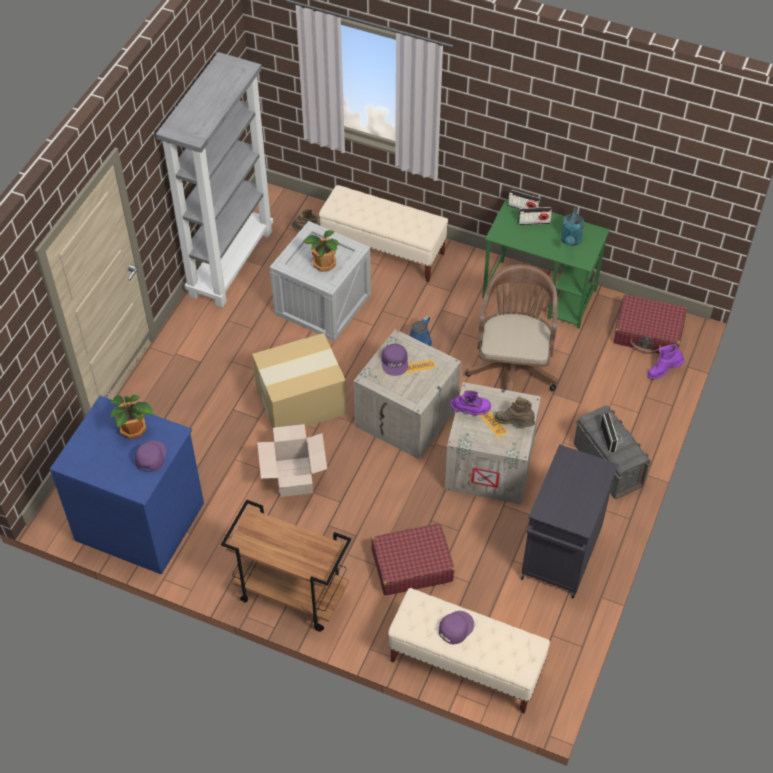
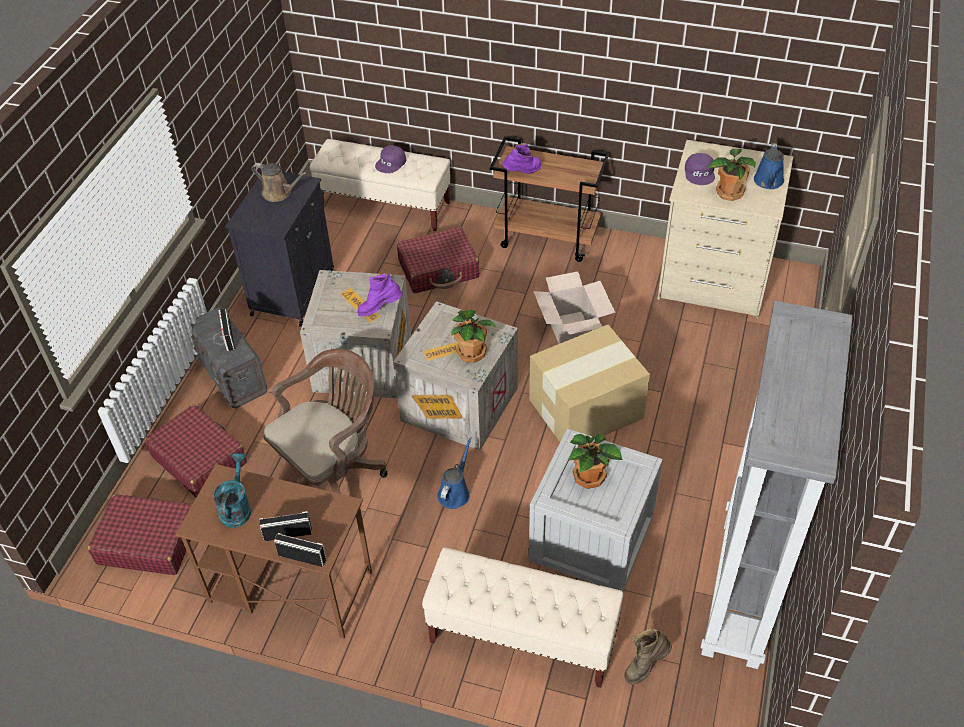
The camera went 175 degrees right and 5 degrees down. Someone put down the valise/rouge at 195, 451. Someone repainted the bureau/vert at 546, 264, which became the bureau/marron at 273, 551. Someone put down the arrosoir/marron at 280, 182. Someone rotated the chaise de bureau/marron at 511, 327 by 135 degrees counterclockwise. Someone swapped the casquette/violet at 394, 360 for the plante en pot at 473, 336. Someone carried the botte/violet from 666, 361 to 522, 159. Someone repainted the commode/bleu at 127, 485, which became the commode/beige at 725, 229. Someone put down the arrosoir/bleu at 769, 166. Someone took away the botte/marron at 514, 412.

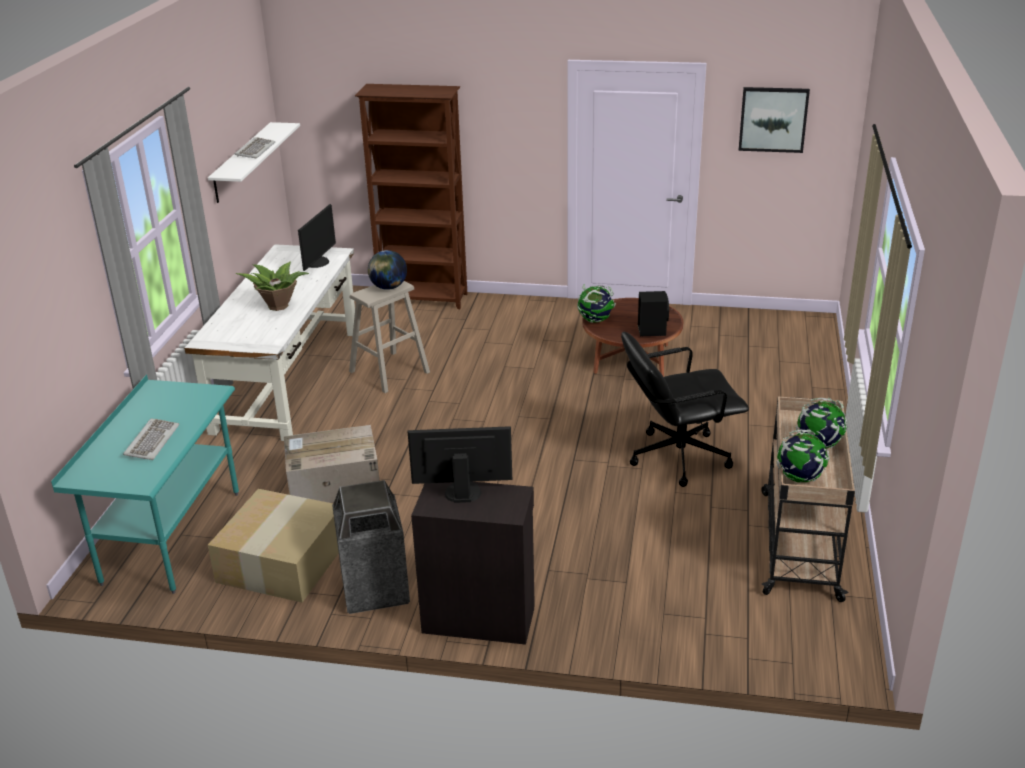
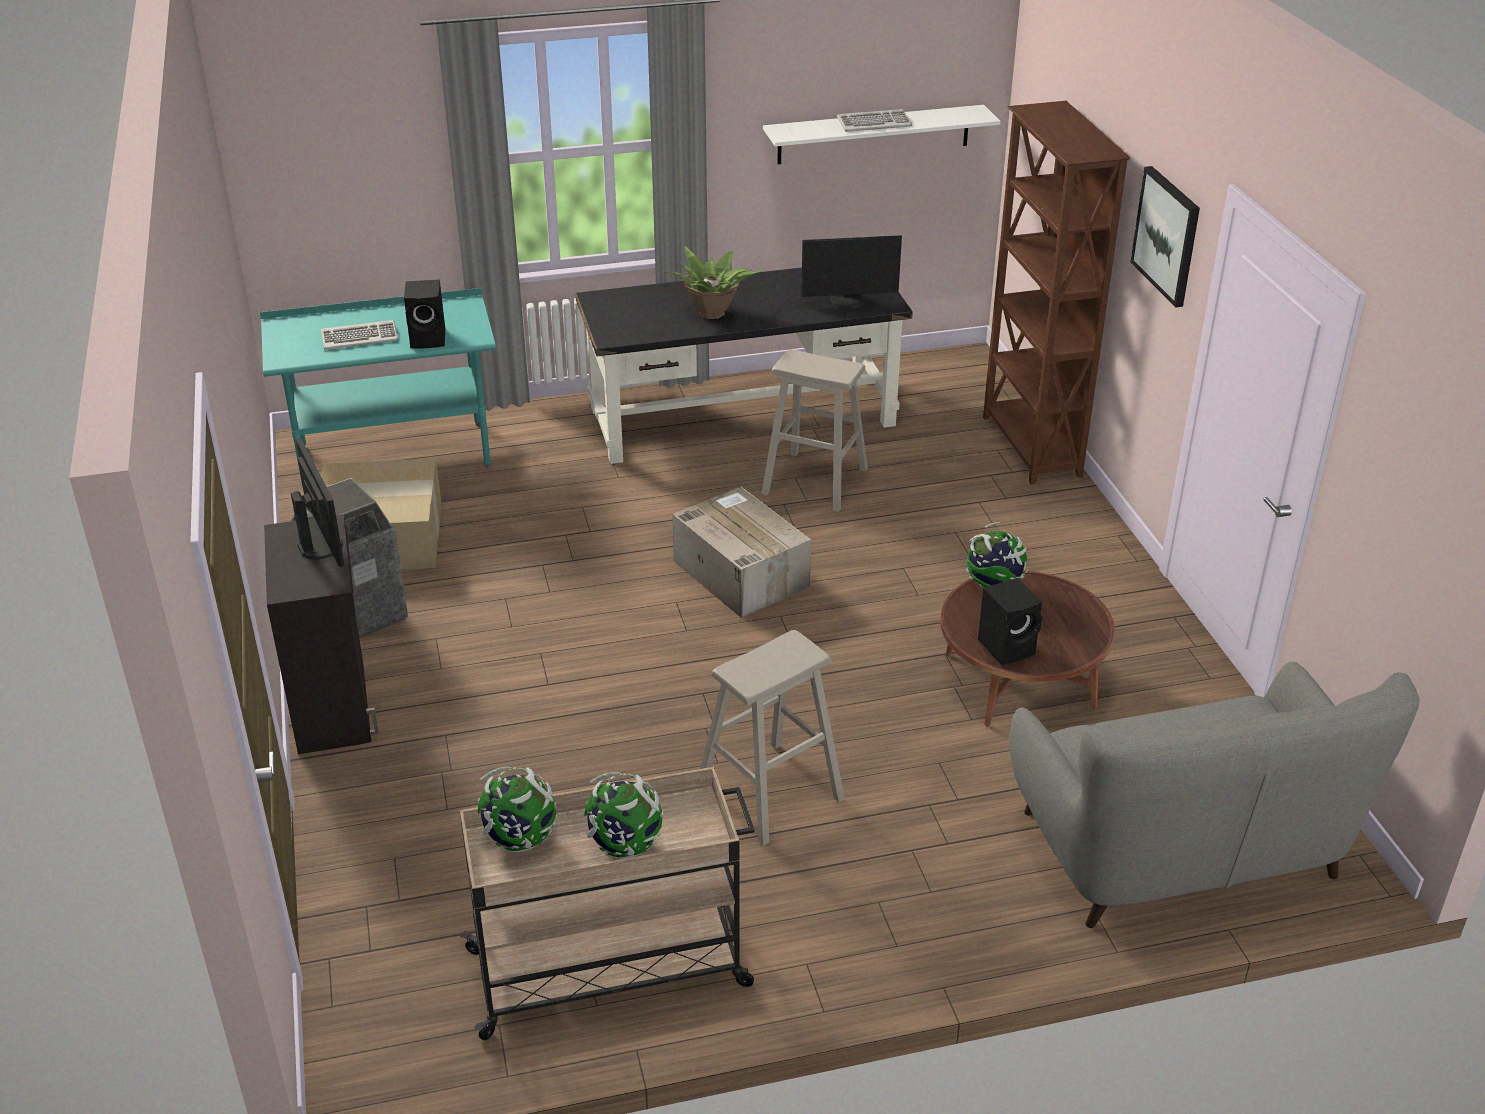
The camera went 65 degrees right and 5 degrees up. Someone put down the enceinte/noir at 424, 314. Someone repainted the bureau/blanc at 269, 342, which became the bureau/noir at 744, 365. Someone carried the carton from 331, 464 to 741, 552. Someone swapped the chaise de bureau/noir at 685, 409 for the tabouret/beige at 772, 738. Someone put down the canapé/gris at 1214, 795. Someone carried the tableau from 774, 120 to 1165, 237. Someone took away the globe at 387, 270.

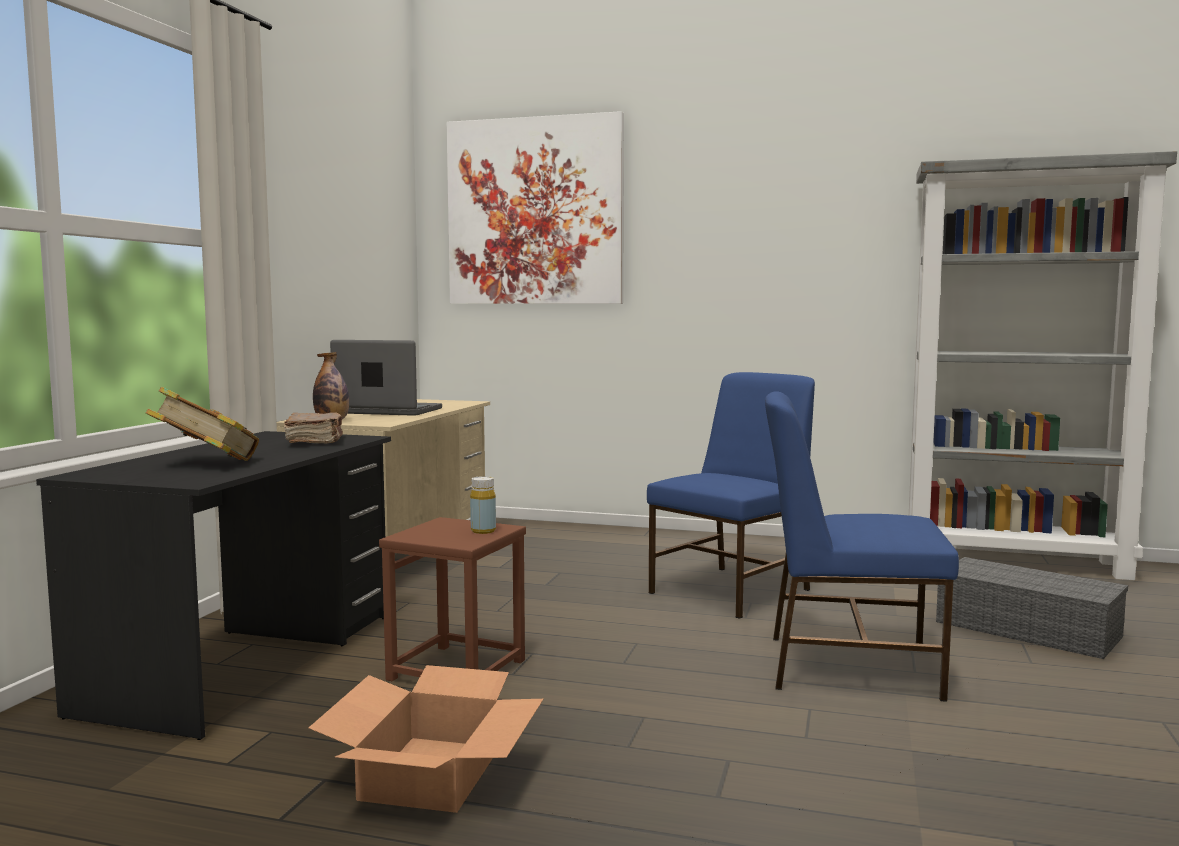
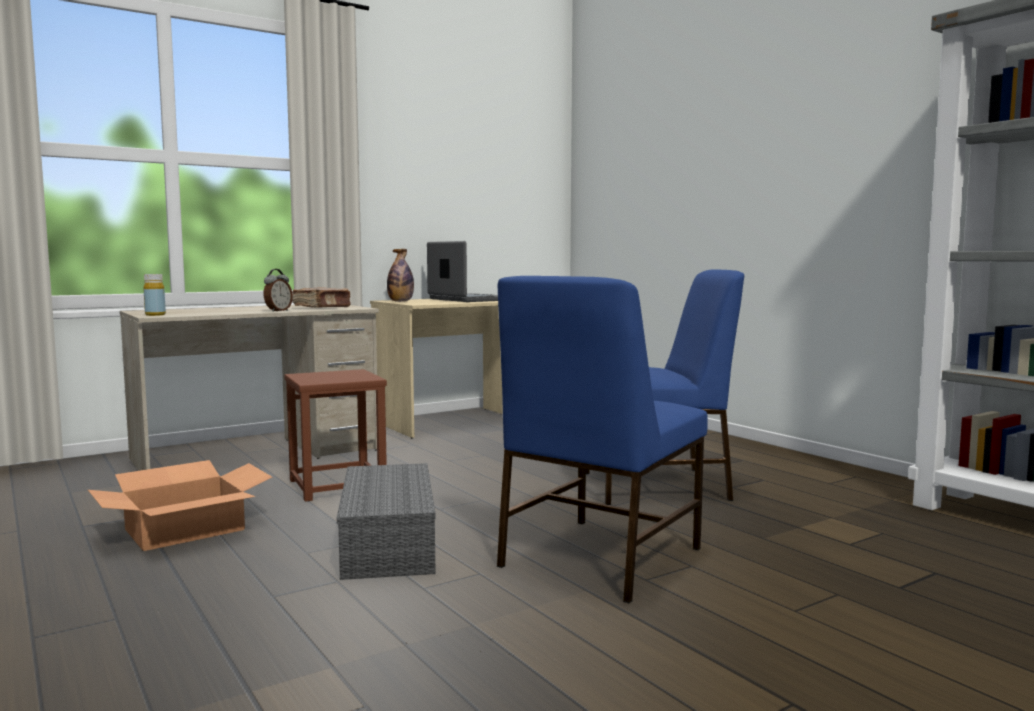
The camera went 40 degrees right and 0 degrees up. Someone repainted the bureau/noir at 213, 585, which became the bureau/beige at 249, 388. Someone carried the bouteille/jaune from 483, 505 to 154, 295. Someone put down the réveil at 278, 290. Someone carried the boîte de rangement/gris from 1032, 608 to 386, 521. Someone rotated the chaise/bleu at 862, 546 by 105 degrees counterclockwise. Someone took away the livre at 202, 424. Someone took away the tableau at 535, 207.

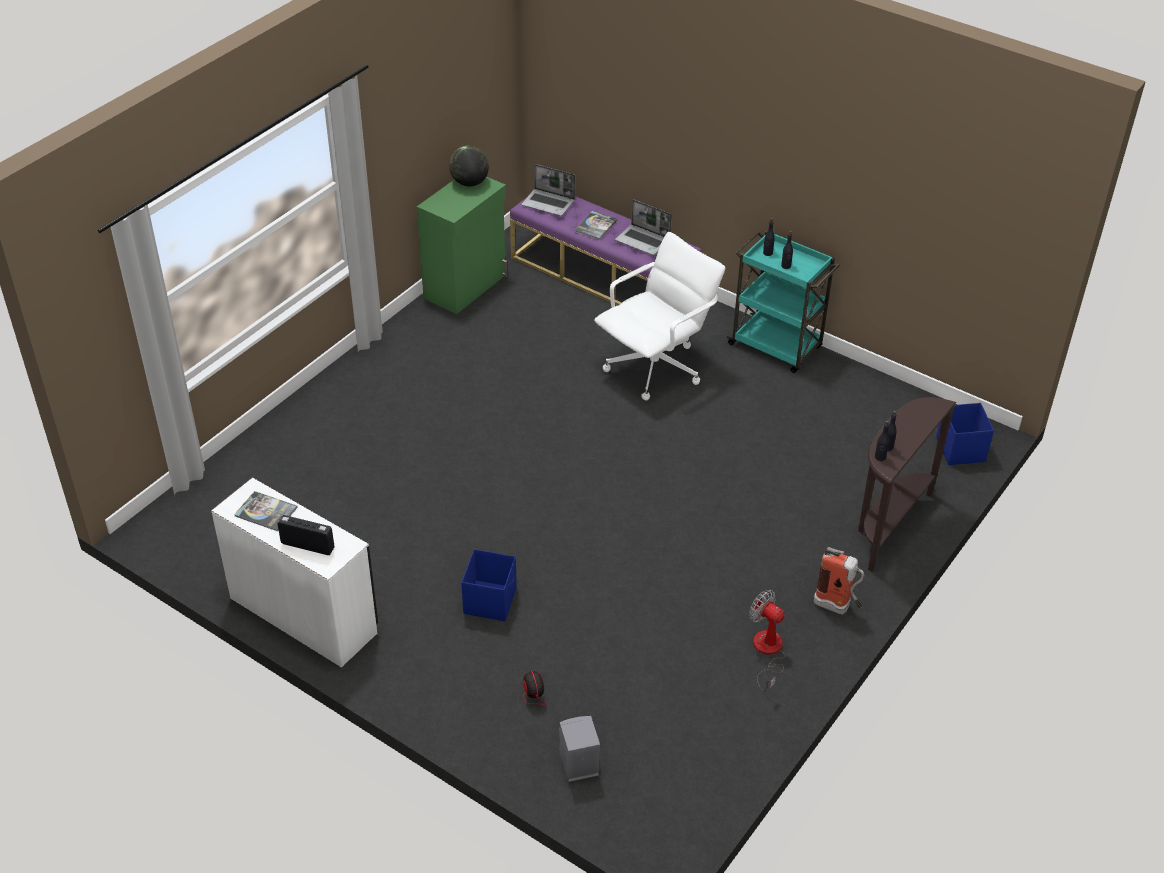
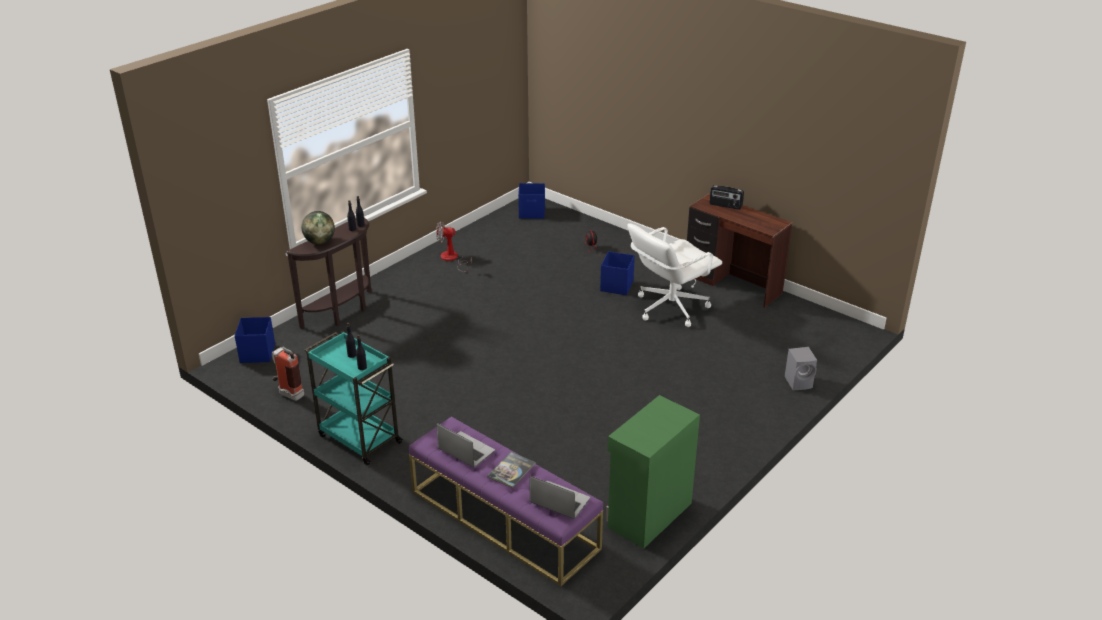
The camera went 175 degrees left and 10 degrees down. Someone carried the extincteur from 839, 581 to 288, 374. Someone carried the globe from 469, 166 to 318, 228. Someone rotated the ventilateur at 767, 641 by 135 degrees clockwise. Someone put down the boîte de rangement/bleu at 531, 201. Someone carried the chaise de bureau/blanc from 659, 316 to 674, 275. Someone repainted the bureau/blanc at 294, 573, which became the bureau/marron at 739, 251. Someone carried the enceinte/gris from 579, 749 to 801, 368. Someone took away the livre at 266, 511.

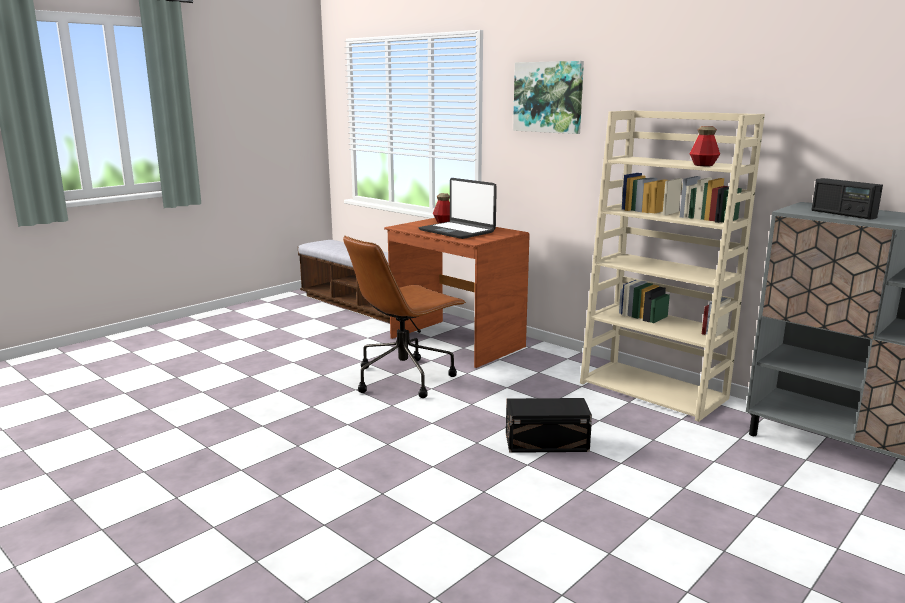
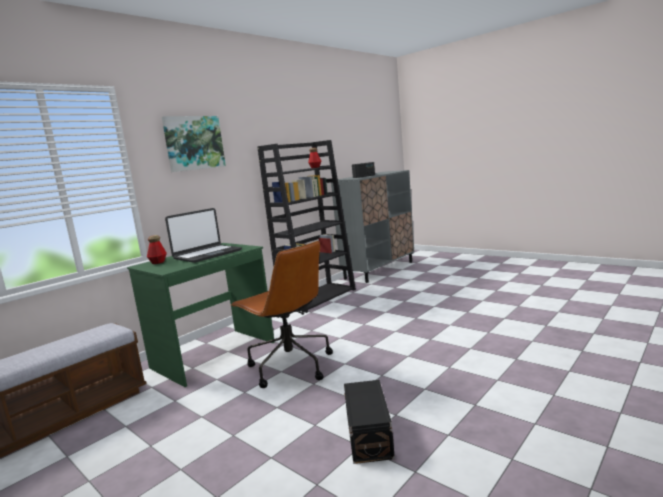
The camera went 90 degrees left and 5 degrees down. Someone repainted the bureau/marron at 457, 293, which became the bureau/vert at 201, 315. Someone repainted the bibliothèque/beige at 672, 266, which became the bibliothèque/noir at 306, 226. Someone carried the boîte de rangement/noir from 549, 425 to 369, 422.

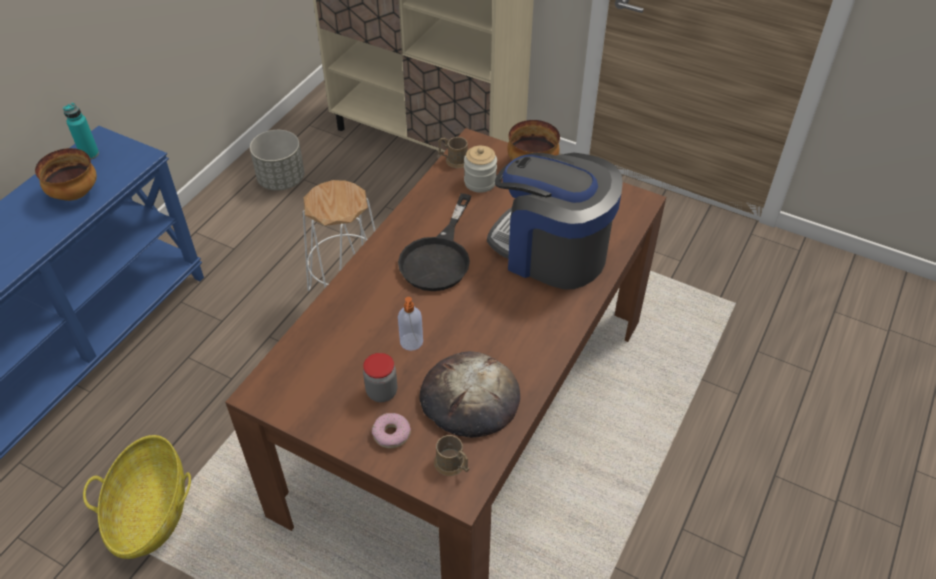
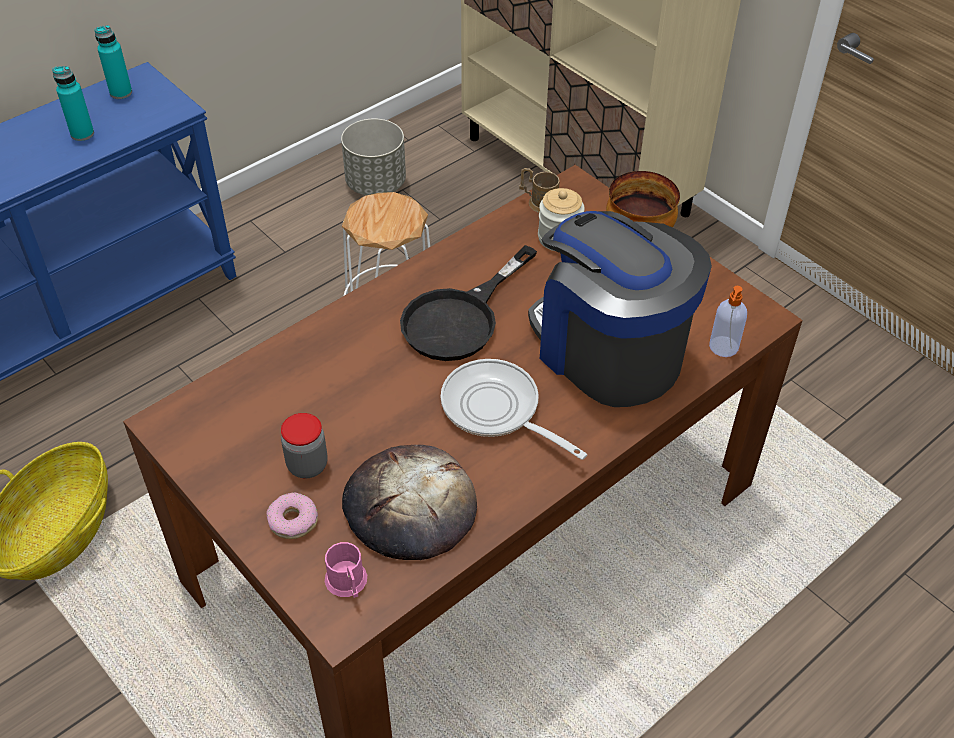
The camera went 20 degrees right and 0 degrees up. Someone swapped the bol at 66, 174 for the bouteille/turquoise at 73, 103. Someone repainted the mug/marron at 451, 455, which became the mug/rose at 346, 570. Someone put down the poêle at 514, 409. Someone carried the distributeur de savon from 410, 324 to 728, 321.

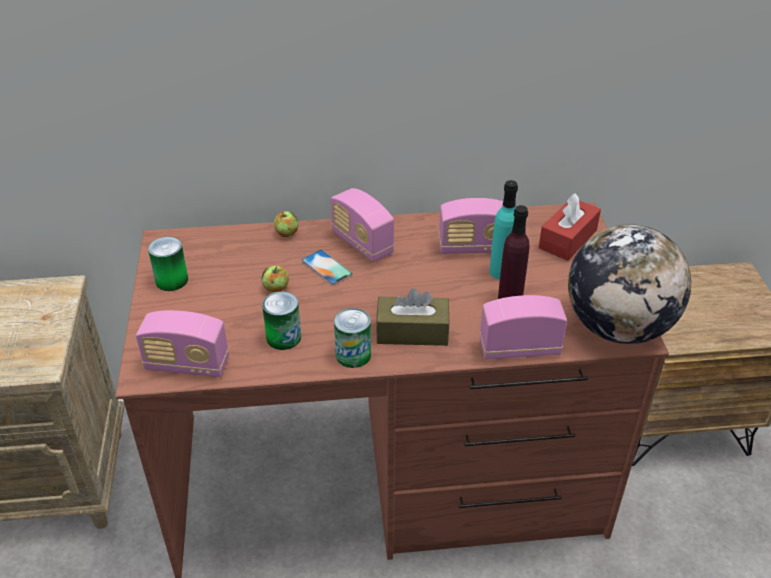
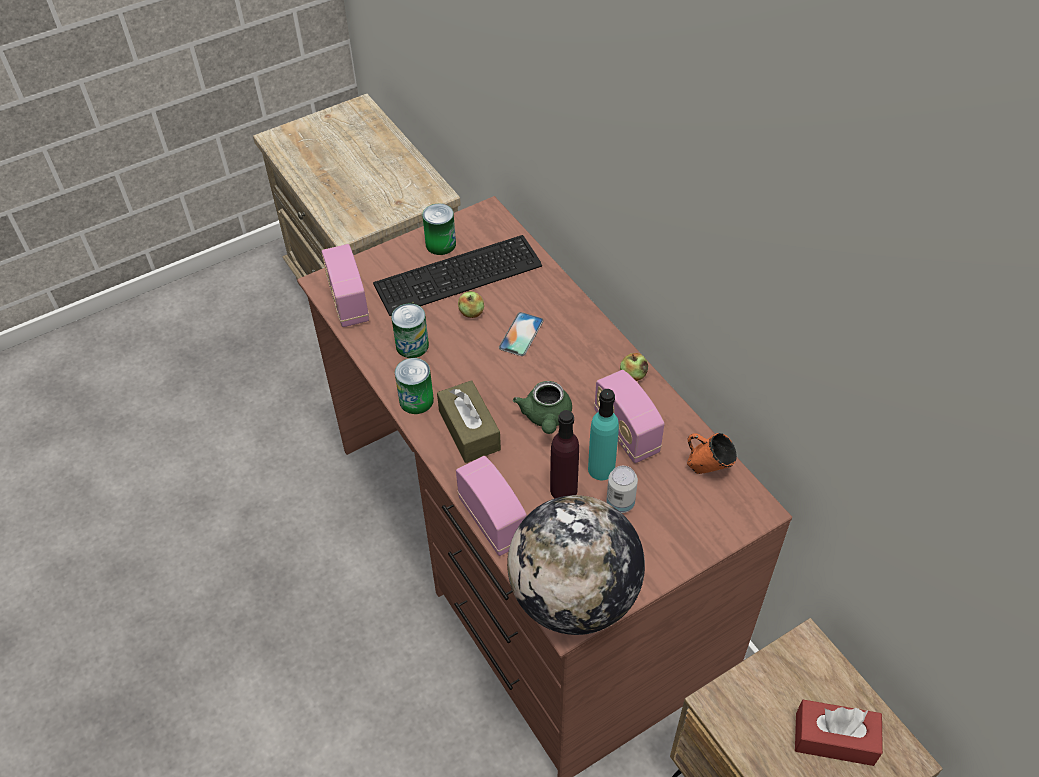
The camera went 65 degrees right and 10 degrees up. Someone put down the clavier at 457, 275. Someone put down the théière/vert at 542, 407. Someone put down the boîte métallique at 622, 489. Someone carried the pomme from 286, 224 to 634, 367. Someone put down the mug/orange at 712, 453. Someone carried the boîte à mouchoirs/rouge from 570, 227 to 839, 733. Someone took away the radio at 362, 225.

